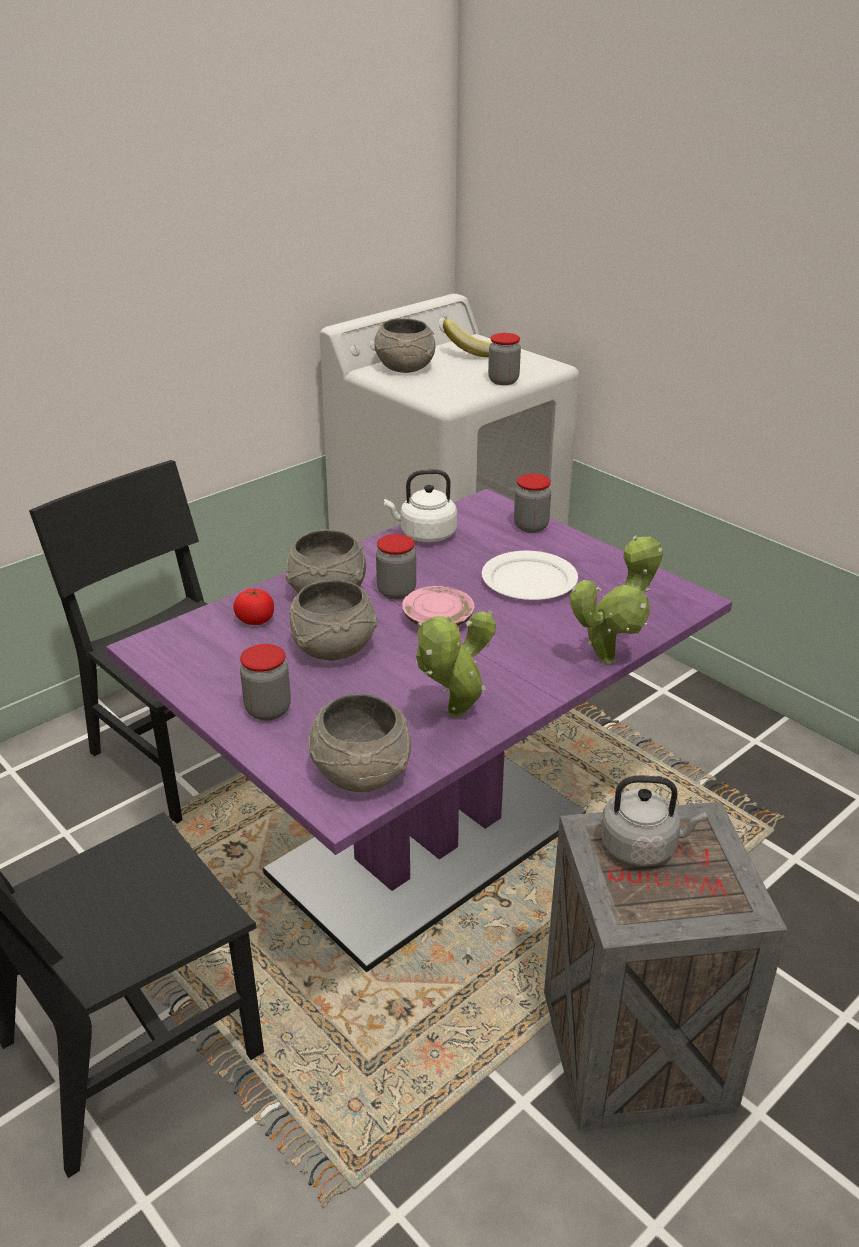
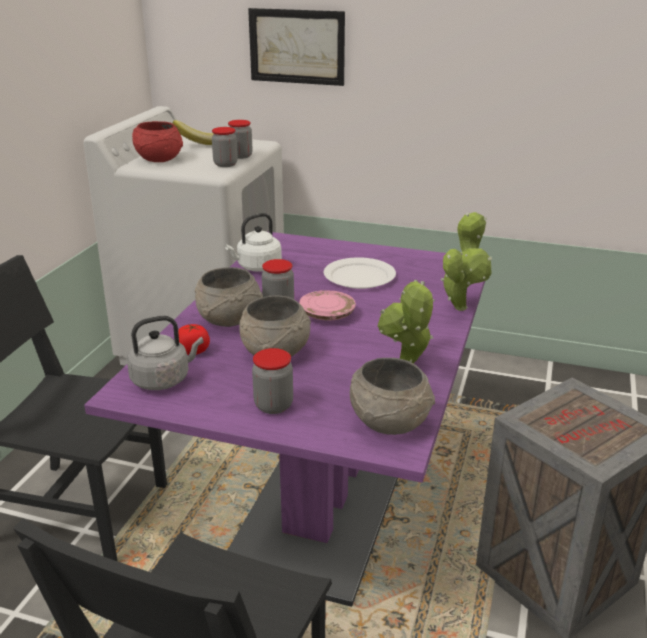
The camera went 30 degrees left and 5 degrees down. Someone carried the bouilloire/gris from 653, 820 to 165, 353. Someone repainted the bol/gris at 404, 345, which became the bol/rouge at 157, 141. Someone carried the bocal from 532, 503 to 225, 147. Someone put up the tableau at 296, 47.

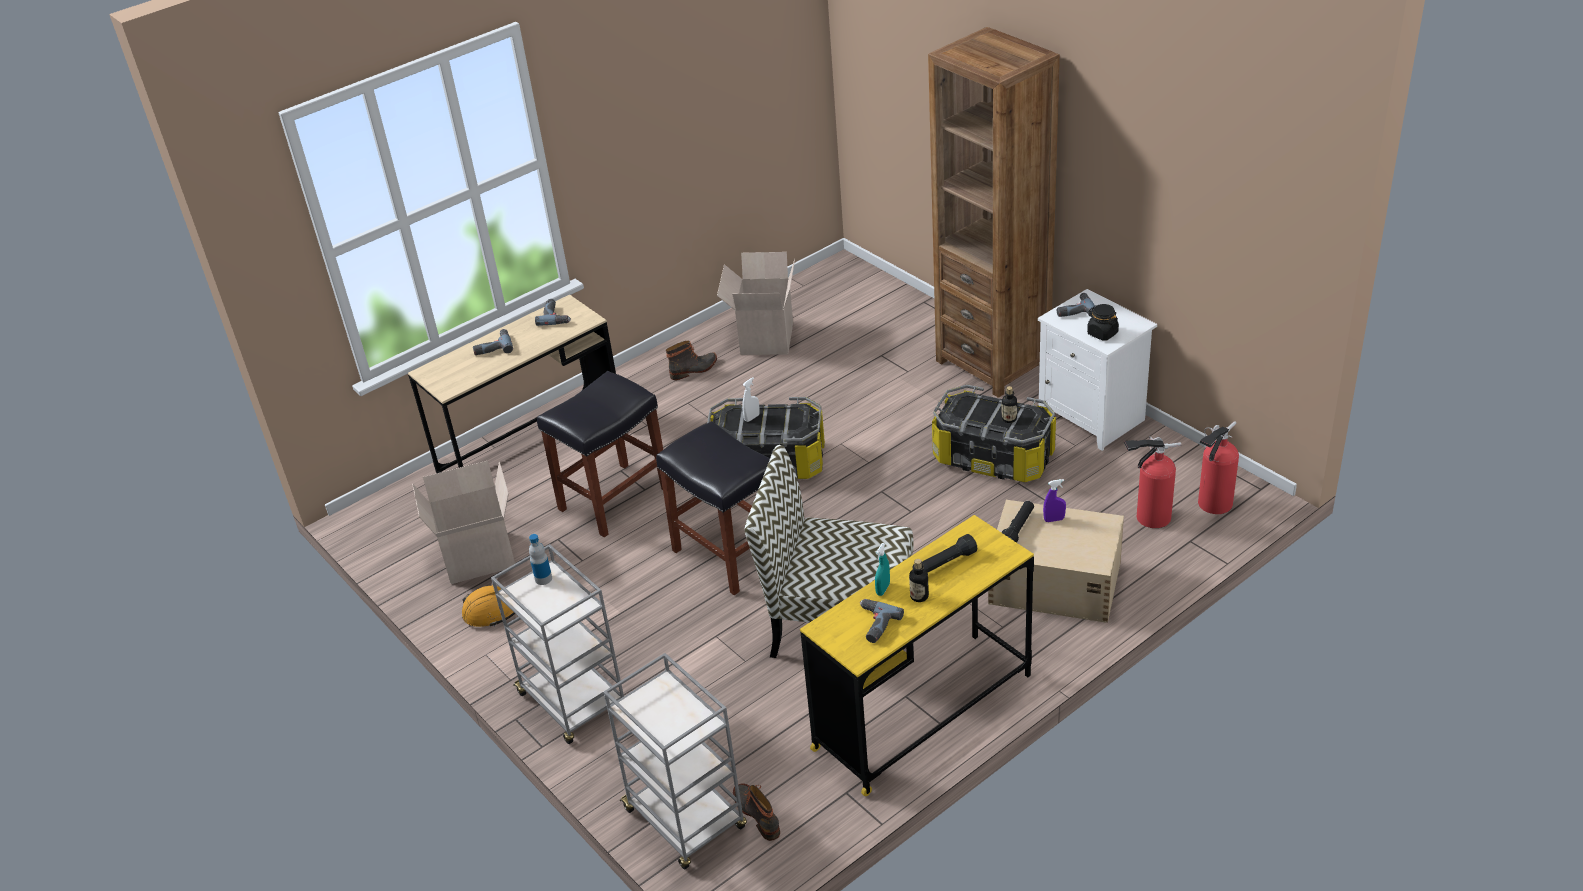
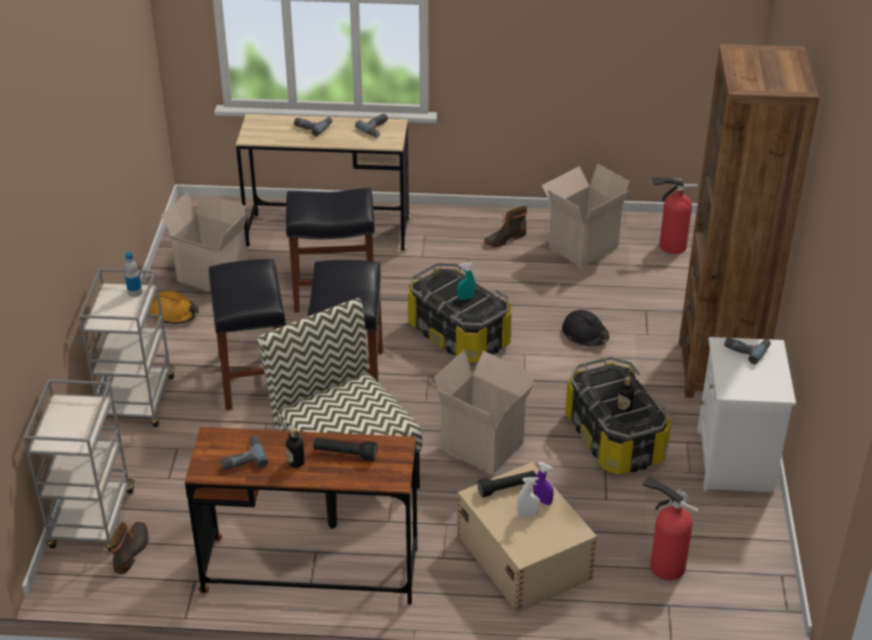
The camera went 40 degrees right and 0 degrees up. Someone repainted the bureau/jaune at 917, 655, which became the bureau/marron at 301, 515. Someone put down the tabouret/noir at 247, 334. Someone put down the carton at 485, 412. Someone carried the vaporisateur/turquoise from 882, 569 to 466, 281. Someone rotated the botte at 691, 360 by 135 degrees clockwise. Someone carried the vaporisateur/blanc from 751, 399 to 528, 497. Someone put down the casque de chantier/noir at 585, 328. Someone carried the extincteur from 1218, 467 to 675, 215. Someone took away the bocal/noir at 1103, 322.

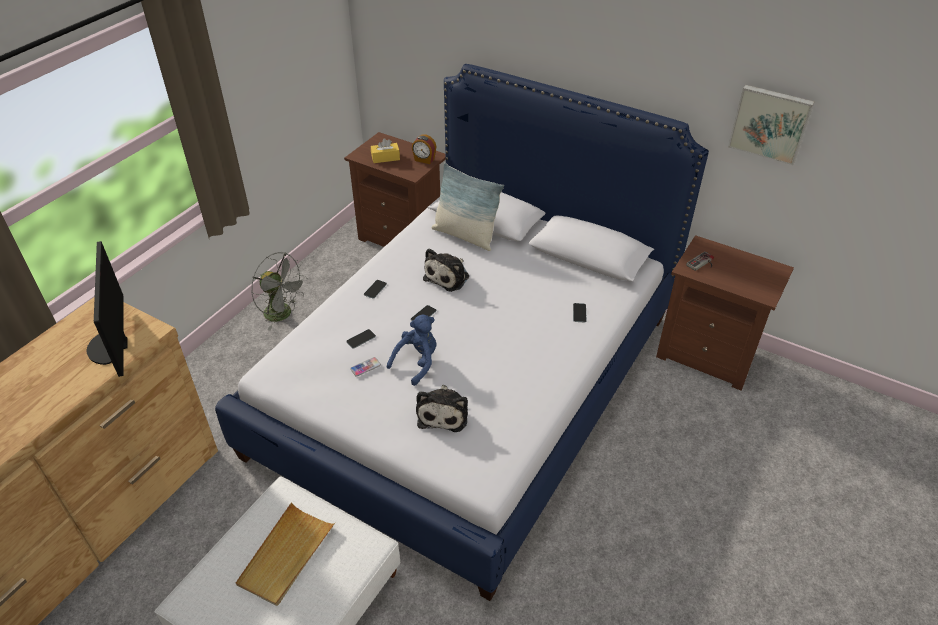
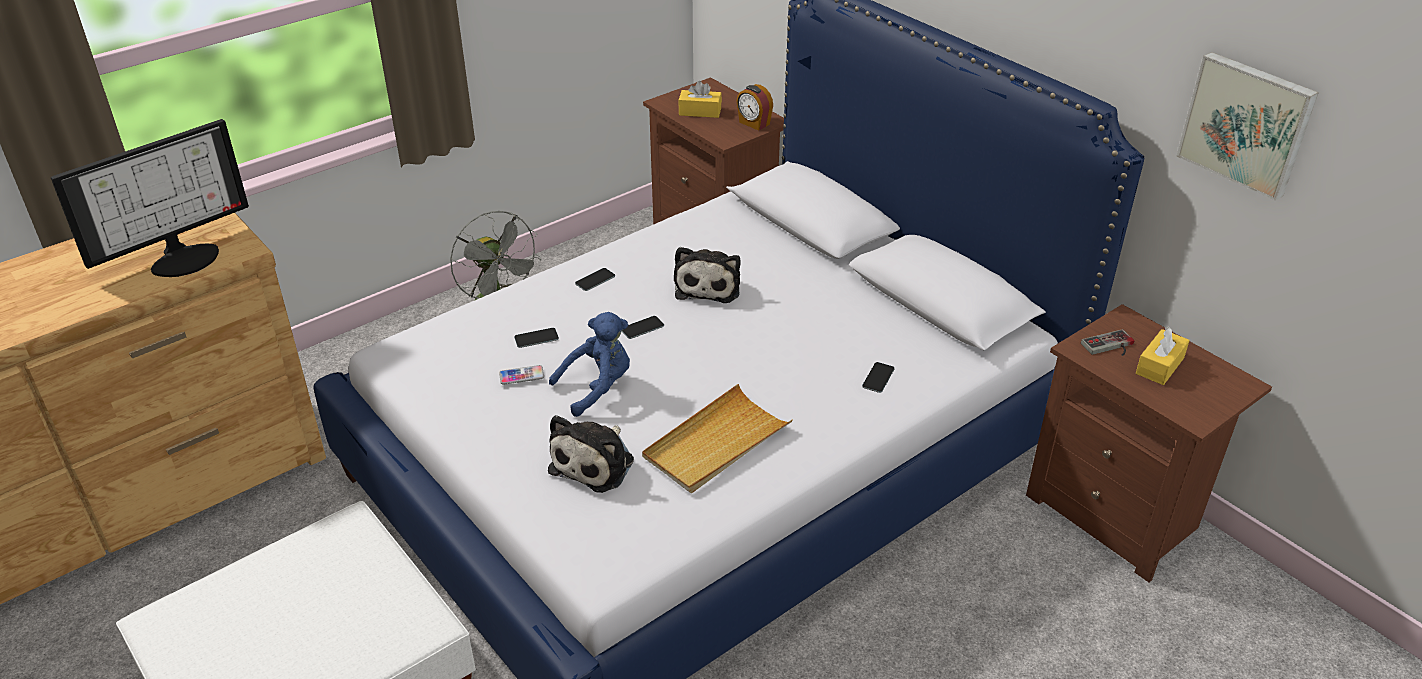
The camera went 20 degrees right and 5 degrees down. Someone rotated the écran d'ordinateur at 106, 309 by 135 degrees counterclockwise. Someone carried the plateau/beige from 285, 554 to 717, 438. Someone rotated the peluche at 446, 270 by 45 degrees counterclockwise. Someone put down the boîte à mouchoirs/jaune at 1163, 356. Someone took away the coussin at 468, 207.

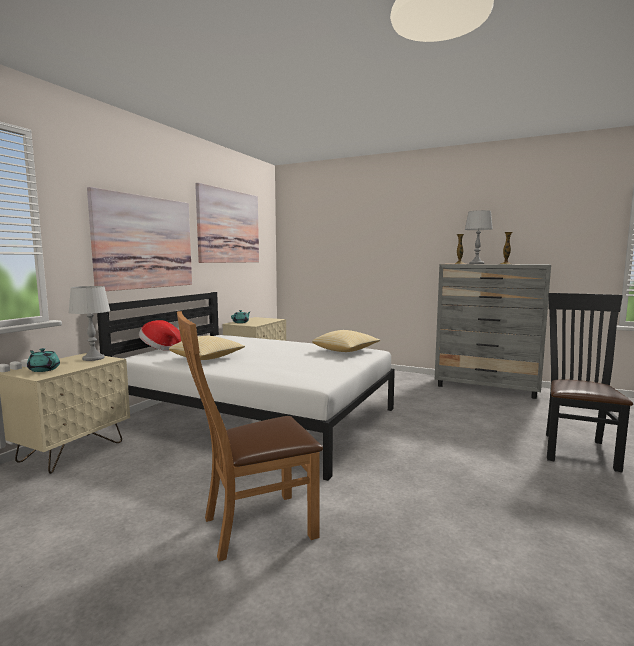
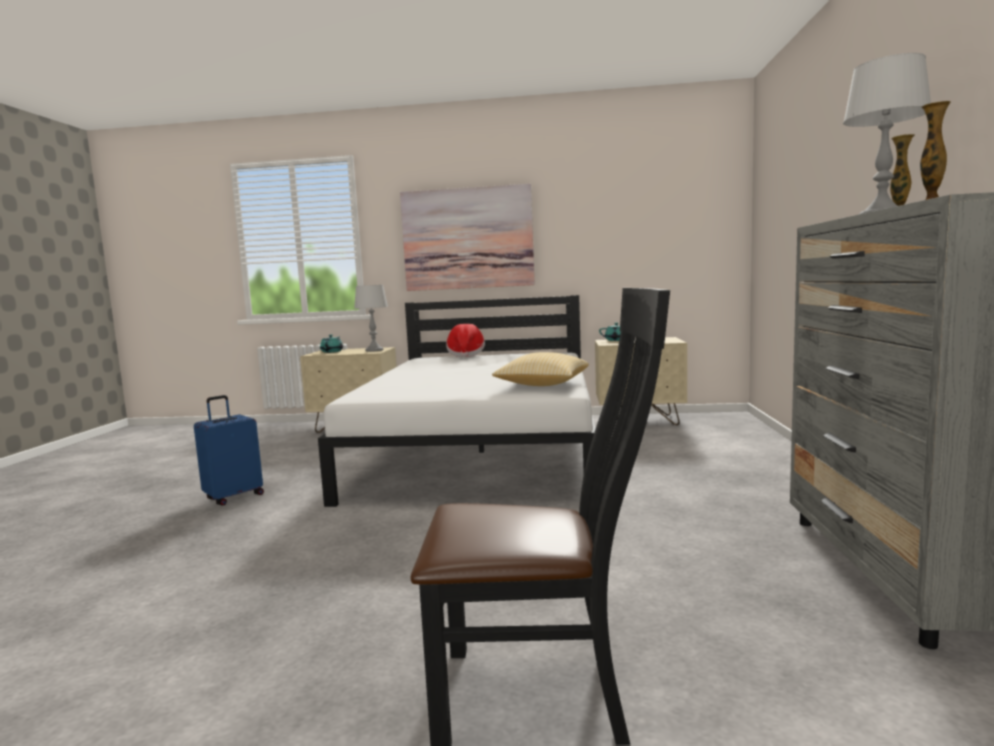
The camera went 70 degrees right and 0 degrees up. Someone swapped the chaise/marron at 250, 436 for the valise/bleu at 229, 450. Someone took away the coussin at 207, 348. Someone took away the tableau at 227, 223.

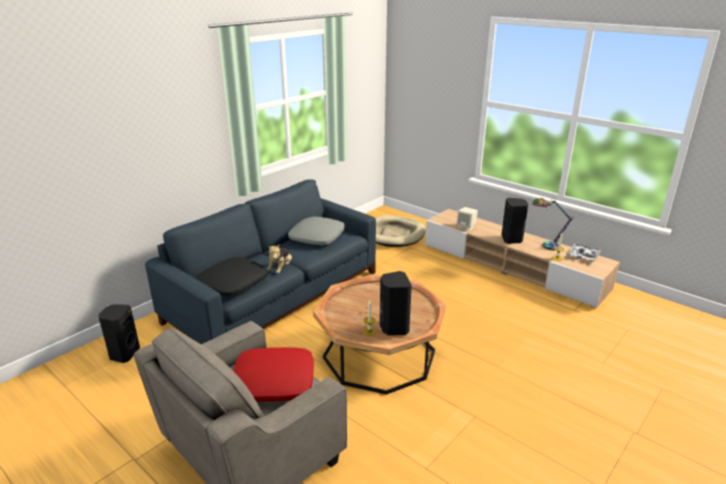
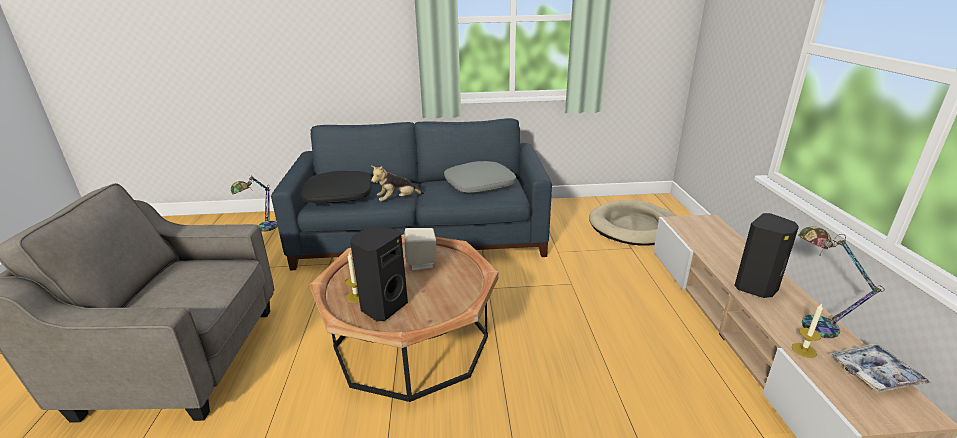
The camera went 45 degrees right and 0 degrees up. Someone swapped the enceinte/noir at 119, 333 for the lampe de table at 254, 203. Someone carried the enceinte/beige from 467, 219 to 420, 249. Someone took away the coussin/rouge at 273, 374.

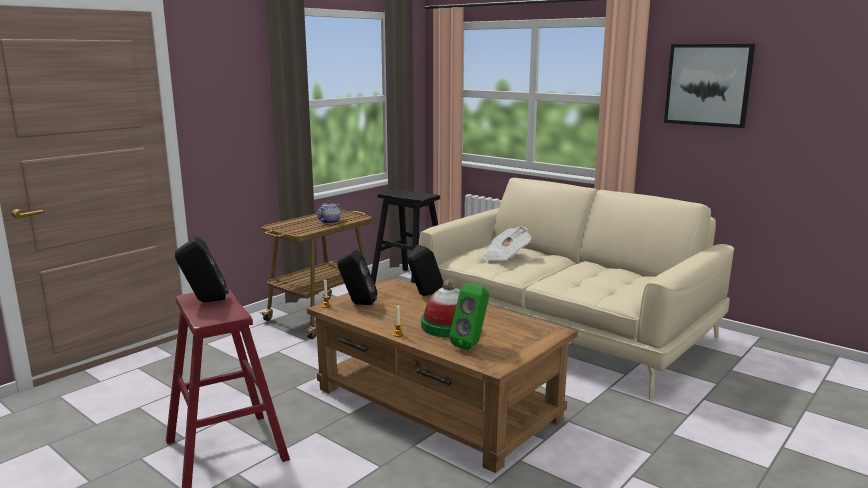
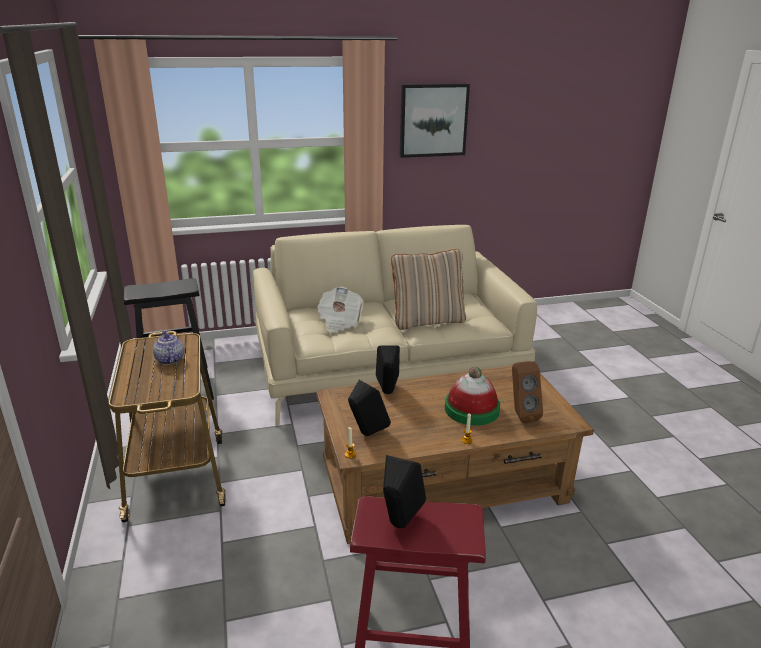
The camera went 55 degrees left and 10 degrees up. Someone put down the coussin/beige at 428, 289. Someone repainted the enceinte/vert at 469, 316, which became the enceinte/marron at 527, 392.

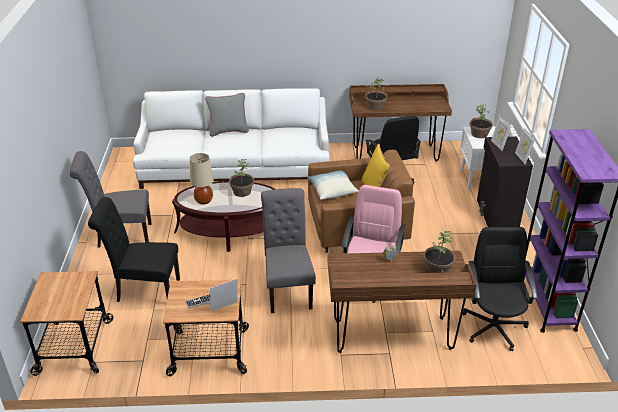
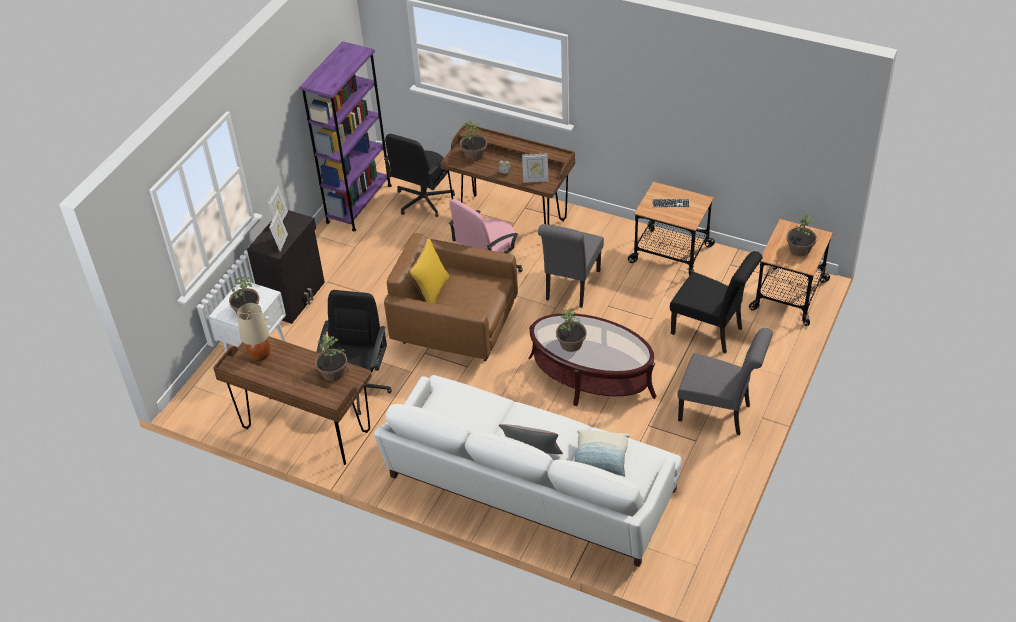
The camera went 150 degrees left and 10 degrees up. Someone carried the lampe de table/beige from 202, 178 to 254, 332. Someone carried the cadre photo from 224, 295 to 535, 168. Someone carried the coussin from 333, 185 to 602, 453. Someone put down the plante en pot at 802, 234.

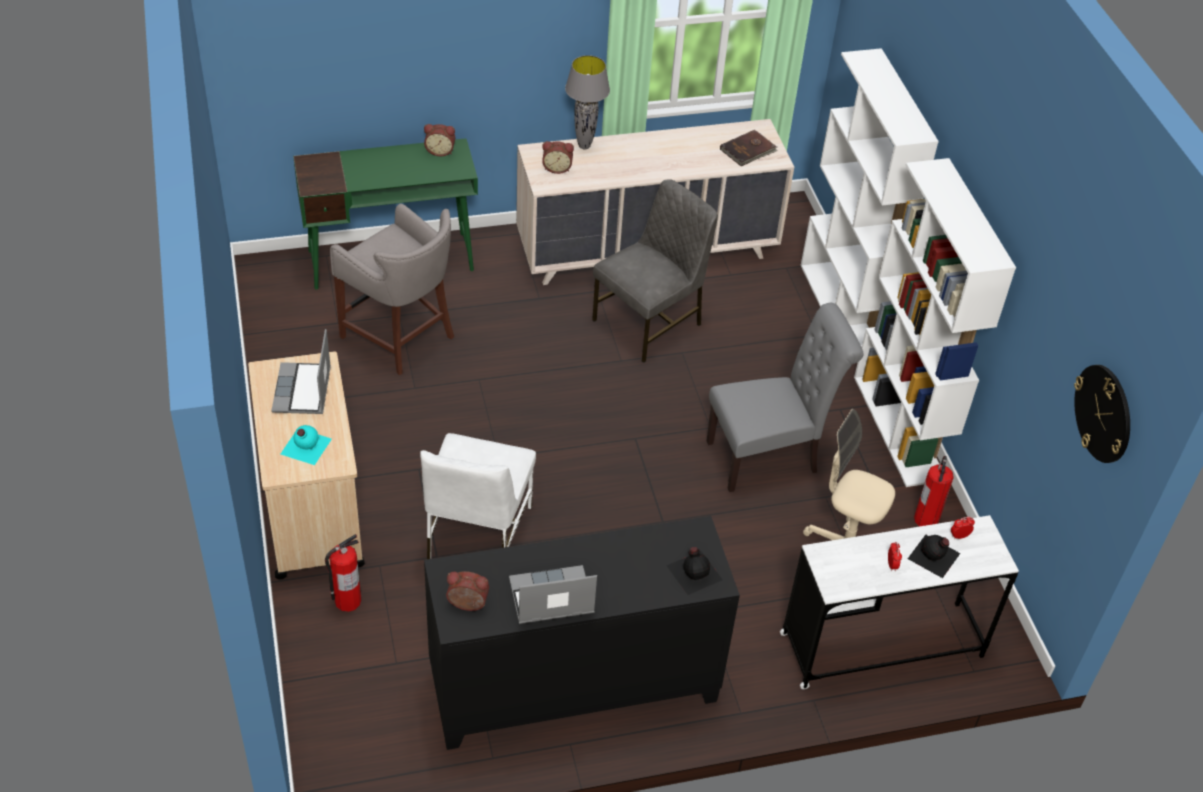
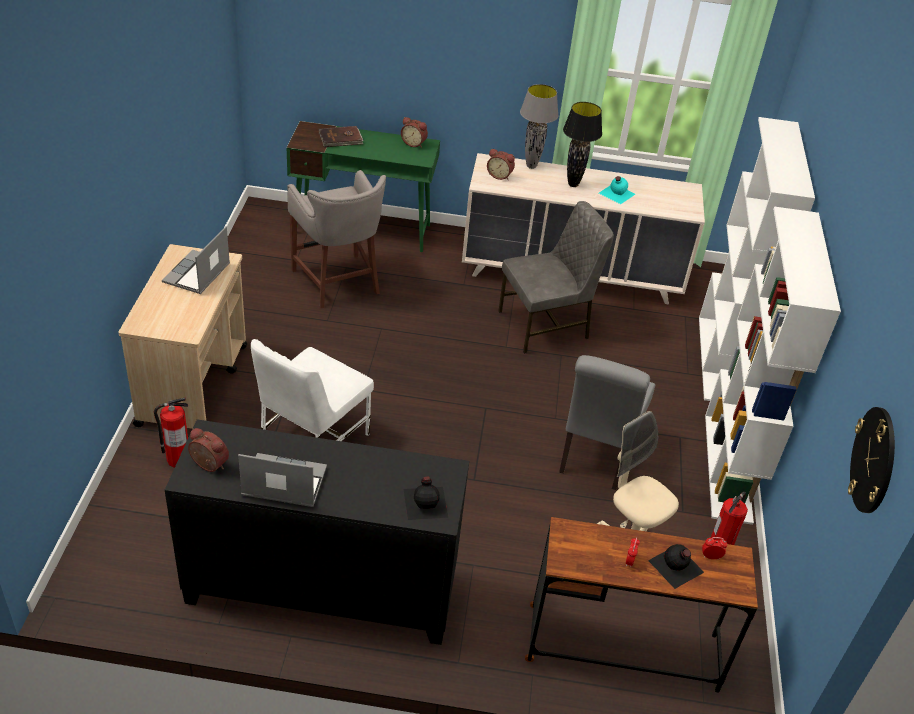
The camera went 20 degrees right and 5 degrees down. Someone carried the livre/marron from 749, 148 to 341, 136. Someone repainted the bureau/blanc at 899, 602, which became the bureau/marron at 641, 605. Someone rotated the chaise/gris at 785, 397 by 105 degrees clockwise. Someone put down the lampe de table/noir at 582, 144. Someone carried the bouteille/turquoise from 306, 445 to 617, 190.

